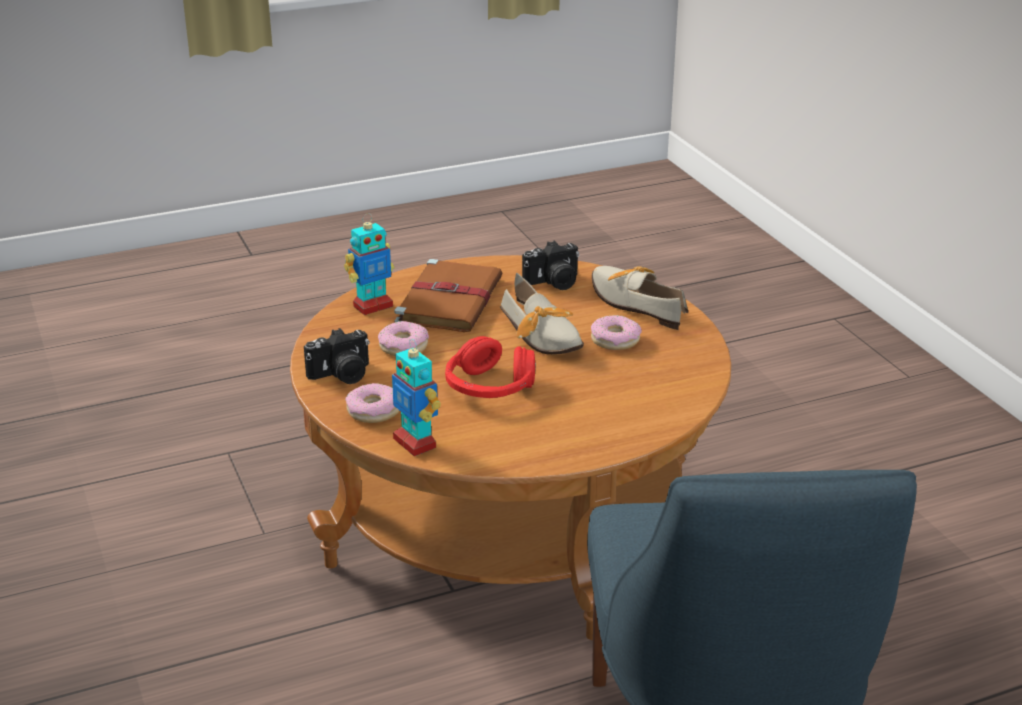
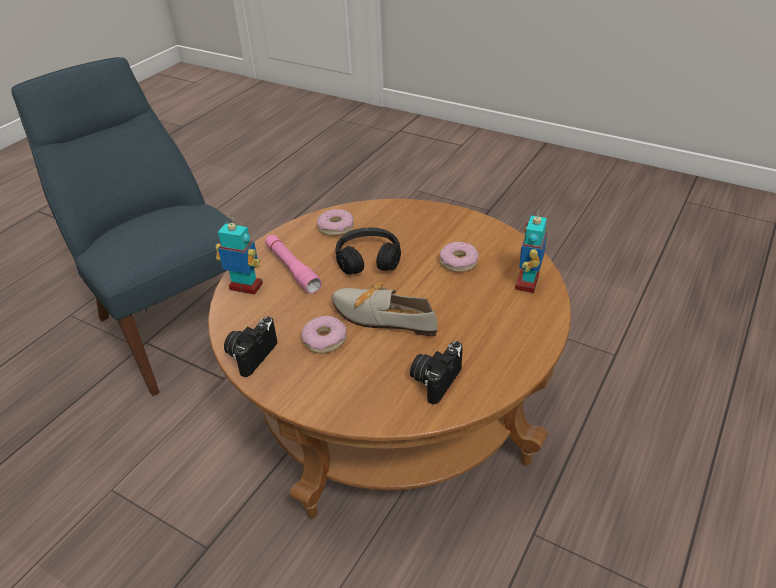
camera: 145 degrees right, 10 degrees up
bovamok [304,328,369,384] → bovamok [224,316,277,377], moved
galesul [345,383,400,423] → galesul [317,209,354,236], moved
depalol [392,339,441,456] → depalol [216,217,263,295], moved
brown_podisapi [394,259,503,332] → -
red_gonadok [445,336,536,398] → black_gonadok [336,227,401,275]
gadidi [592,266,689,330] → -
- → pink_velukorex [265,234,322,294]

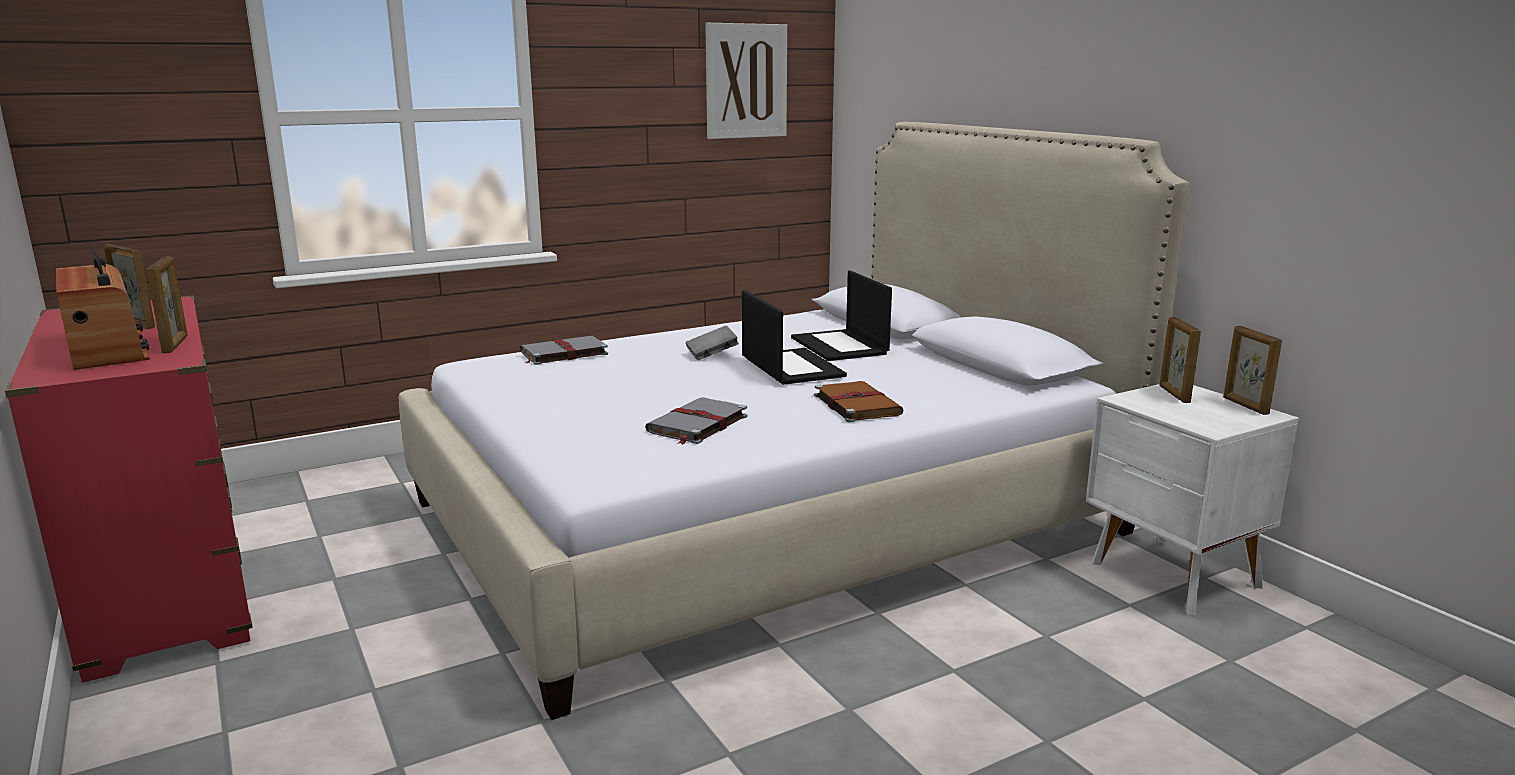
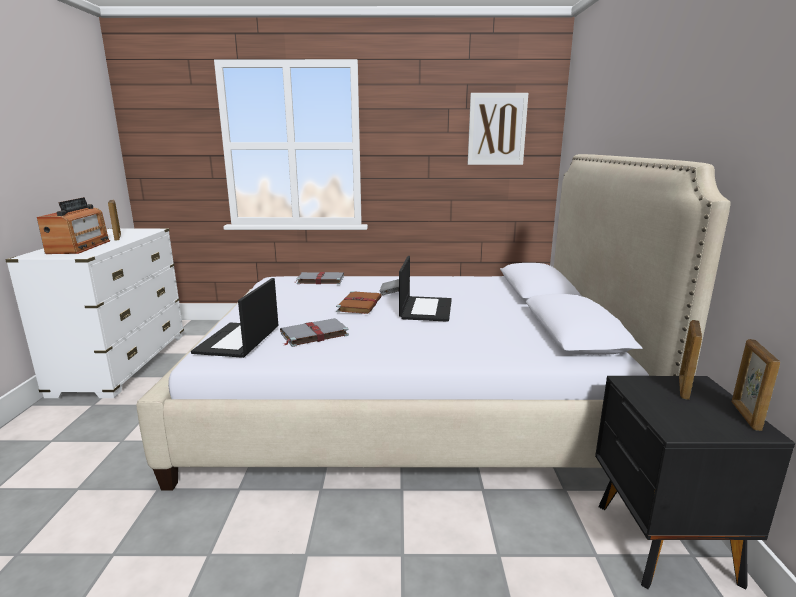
camera: 30 degrees right, 0 degrees up
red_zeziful [5,295,253,683] → white_zeziful [5,228,184,398]
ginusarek [147,257,188,353] → -
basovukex [791,271,892,361] → basovukex [191,278,278,358], moved
brown_podisapi [814,381,904,422] → brown_podisapi [336,291,382,314], moved
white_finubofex [1086,384,1299,616] → black_finubofex [595,376,795,589]

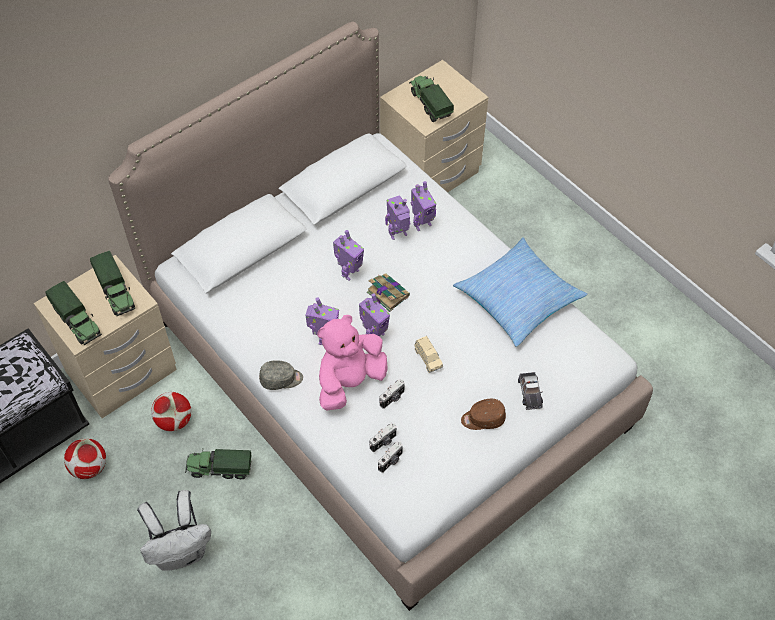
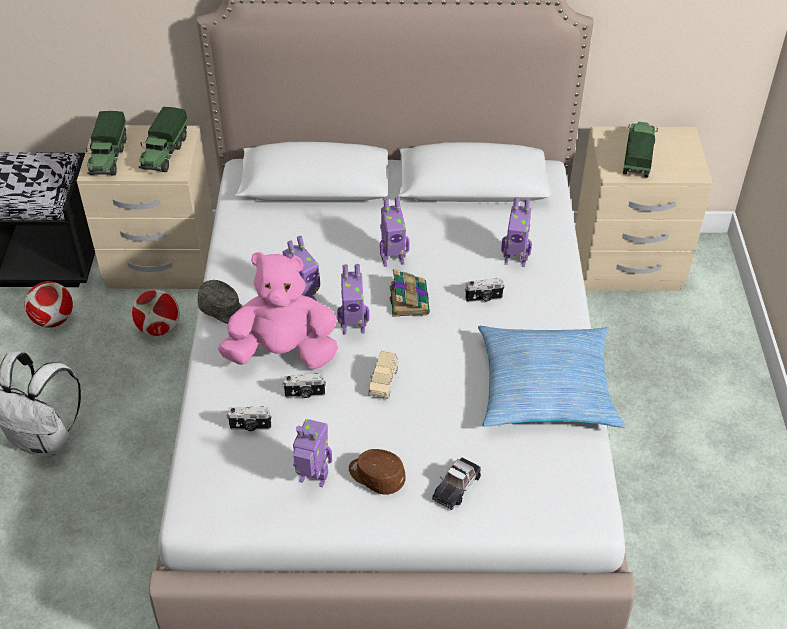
camera: 40 degrees right, 10 degrees down
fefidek [185,449,251,479] → -
bovamok [378,441,403,473] → bovamok [465,278,505,302], moved
depalol [385,196,410,240] → depalol [293,419,332,487], moved

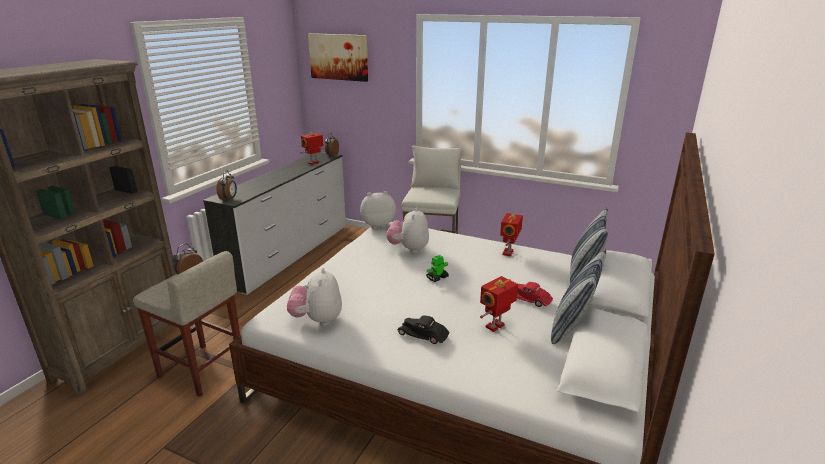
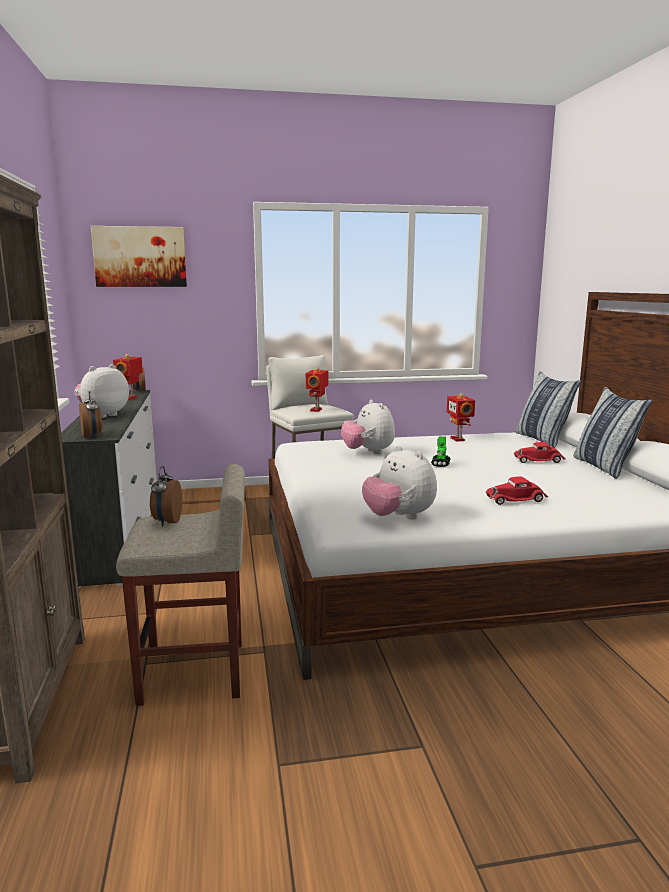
camera: 35 degrees left, 10 degrees down
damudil [360,191,396,229] → damudil [74,364,129,418], moved
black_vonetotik [397,315,450,344] → red_vonetotik [485,476,548,505]
depalol [480,276,518,332] → depalol [306,367,328,412], moved

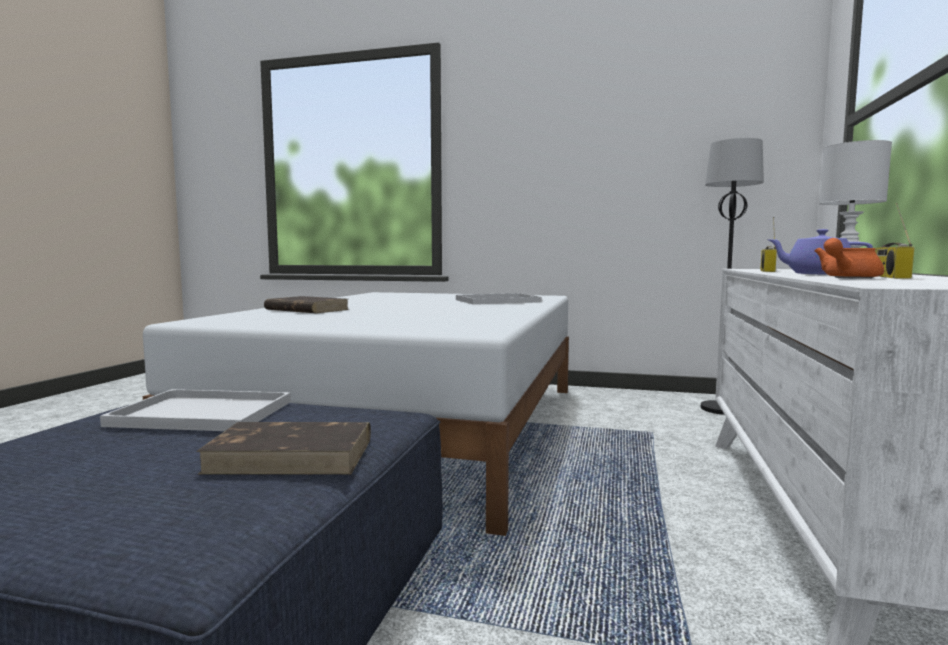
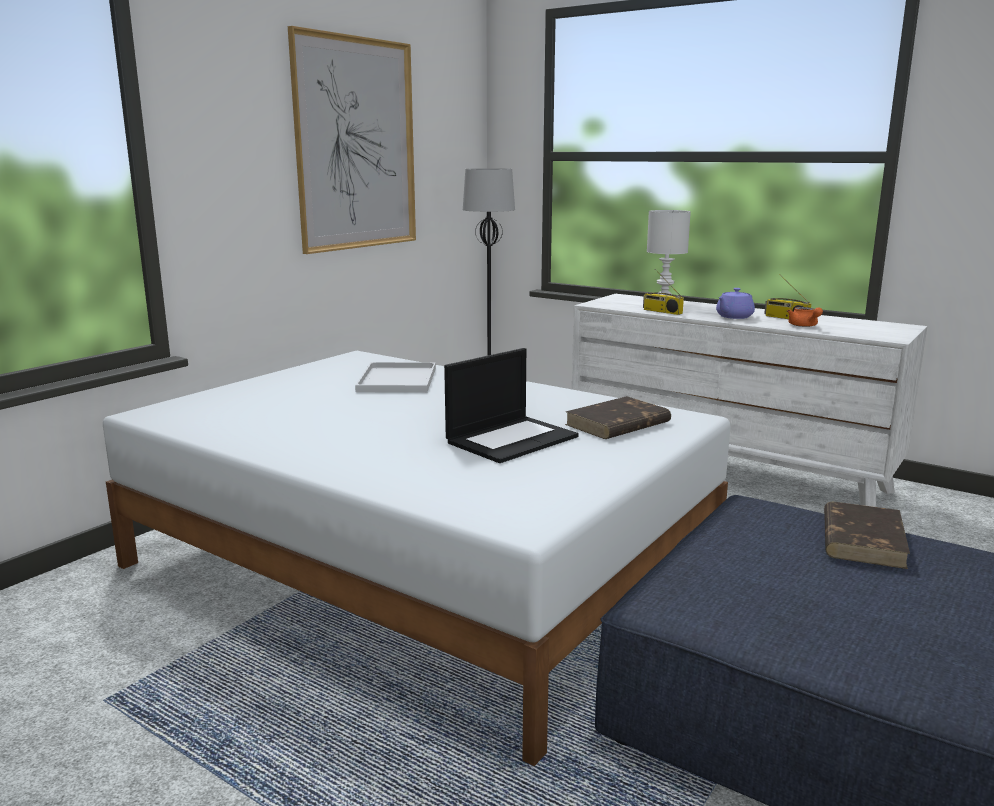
camera: 70 degrees left, 10 degrees up
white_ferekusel [100,389,291,431] → -
brown_podisapi [264,296,349,313] → brown_podisapi [565,396,671,439], moved
- → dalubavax [288,26,416,254]
- → basovukex [444,348,579,463]

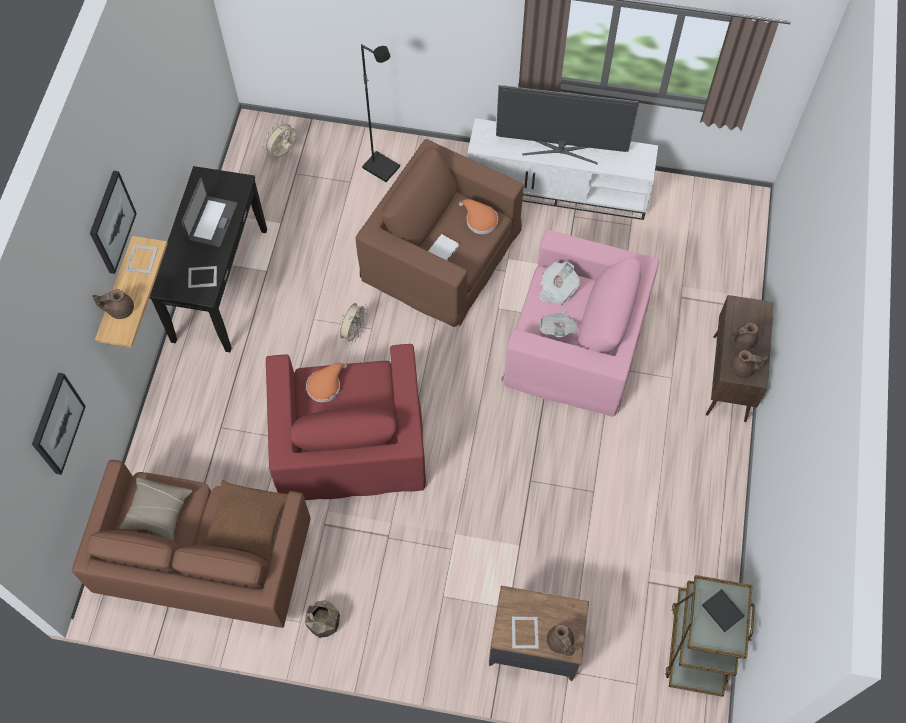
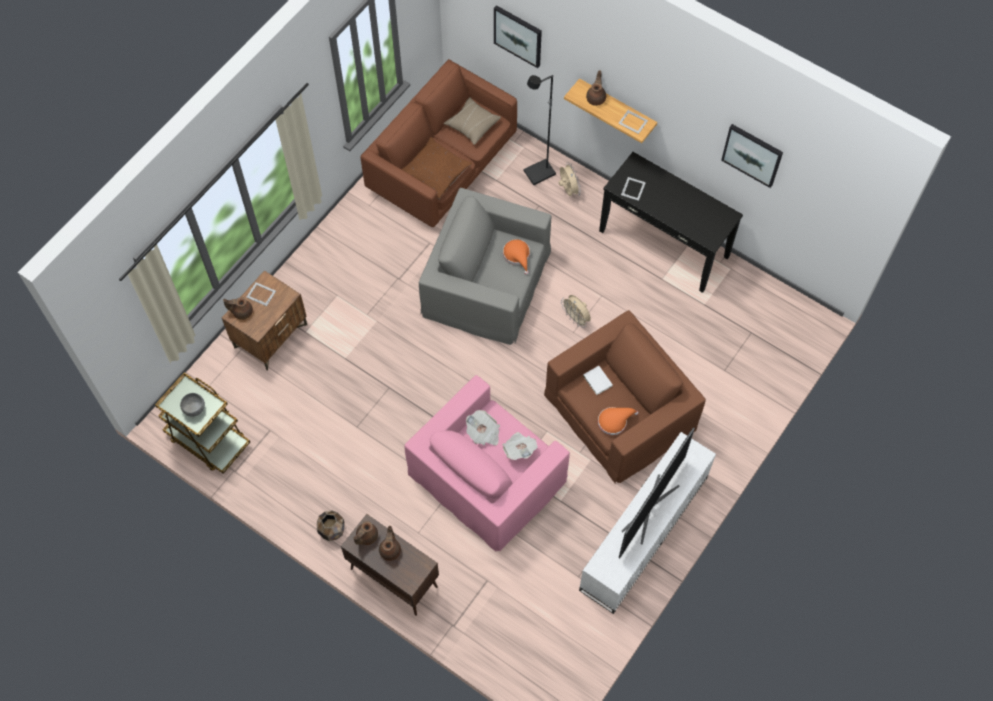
camera: 115 degrees right, 0 degrees up
dalubavax [90,171,137,274] → dalubavax [721,124,783,188], moved
basovukex [181,178,238,247] → -
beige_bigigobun [262,121,297,158] → beige_bigigobun [559,162,581,196], moved
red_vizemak [266,344,427,500] → grey_vizemak [419,188,551,345]
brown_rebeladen [305,600,340,638] → brown_rebeladen [317,510,344,541], moved
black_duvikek [361,44,400,182] → black_duvikek [524,75,556,185], moved
black_podisapi [702,589,744,632] → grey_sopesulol [180,393,205,417]

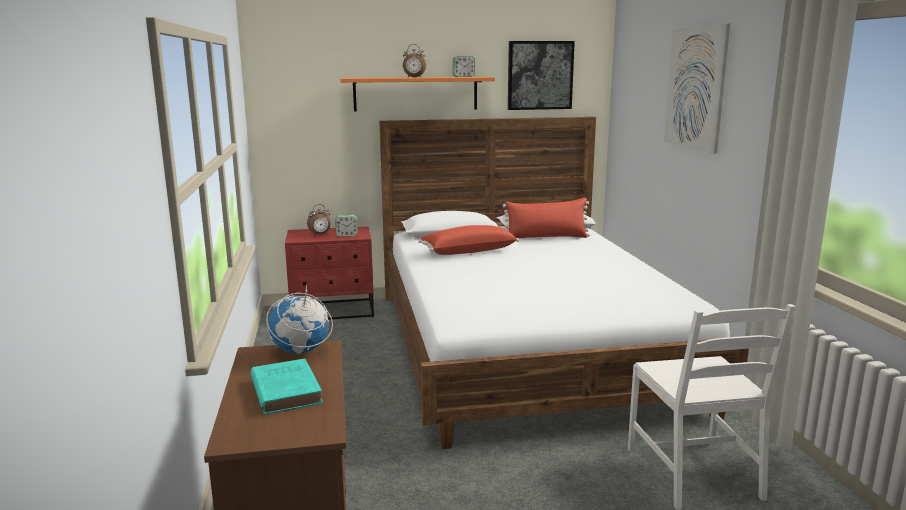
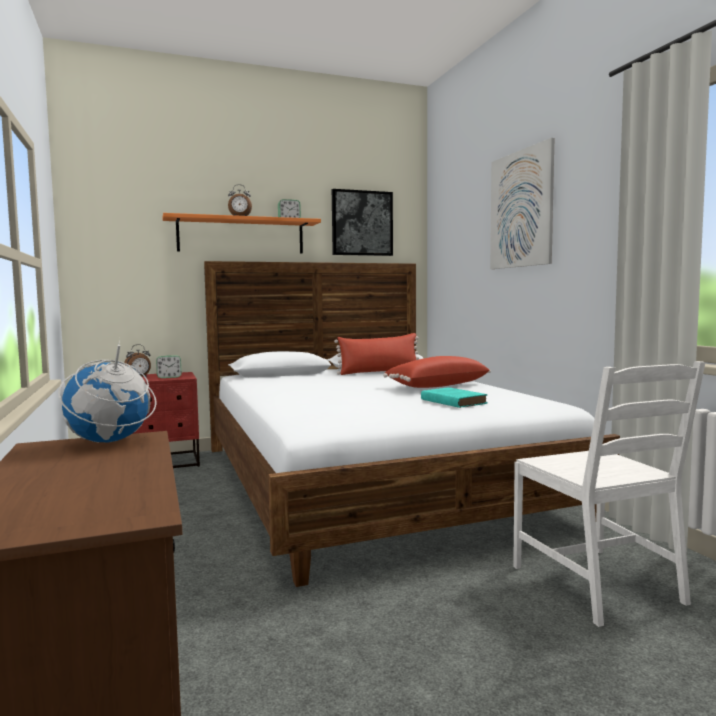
camera: 10 degrees left, 10 degrees down
turquoise_podisapi [251,359,323,415] → turquoise_podisapi [421,387,488,408], moved
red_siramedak [418,225,519,255] → red_siramedak [383,356,491,388], moved

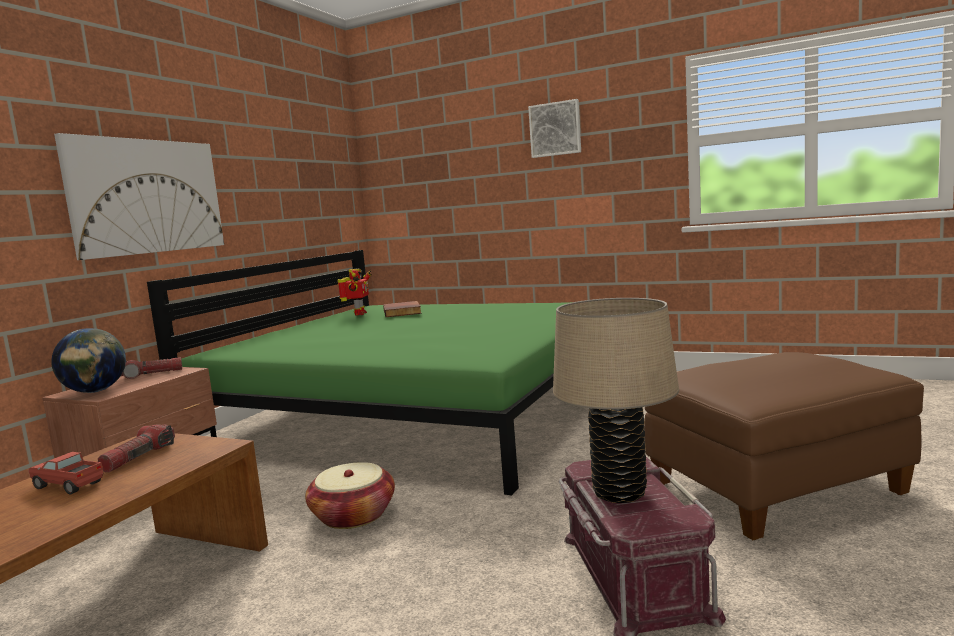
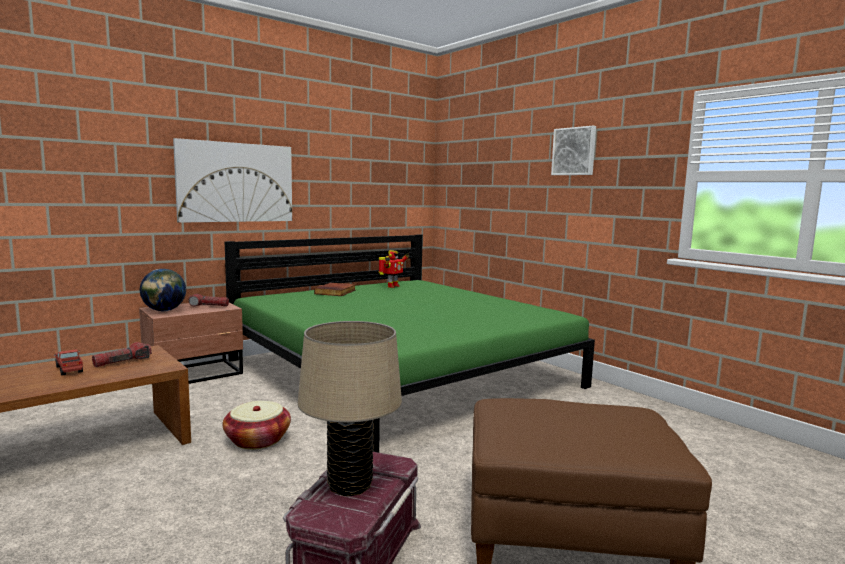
camera: 25 degrees right, 0 degrees up
podisapi [383,301,422,317] → podisapi [314,283,356,296], moved

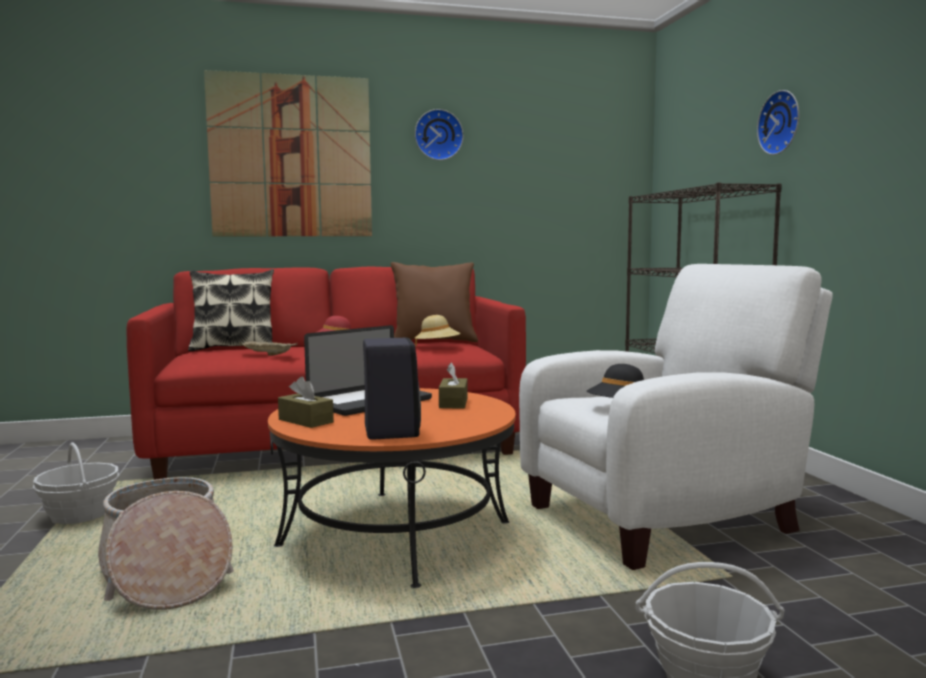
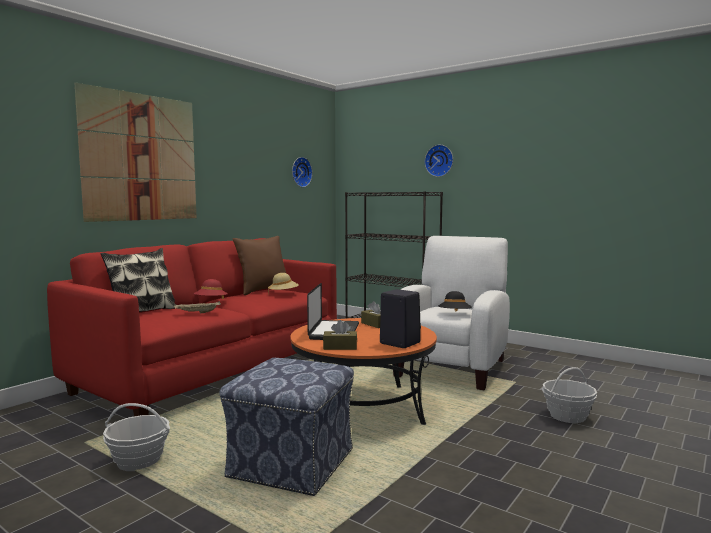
camera: 40 degrees left, 0 degrees up
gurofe [98,477,234,610] → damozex [220,358,354,496]
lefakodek [415,109,463,160] → lefakodek [292,157,313,187], moved

